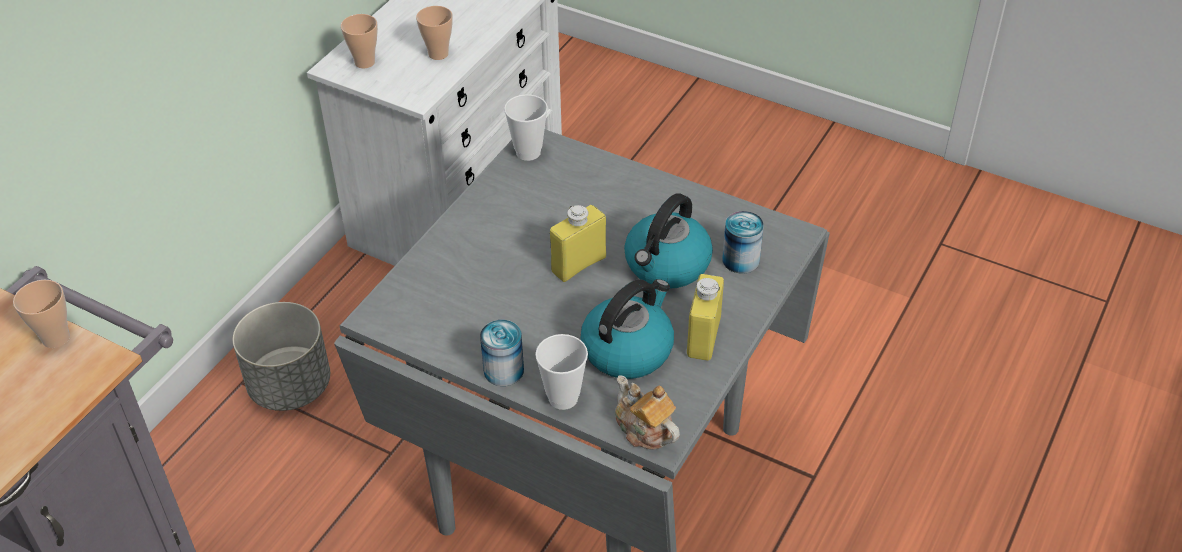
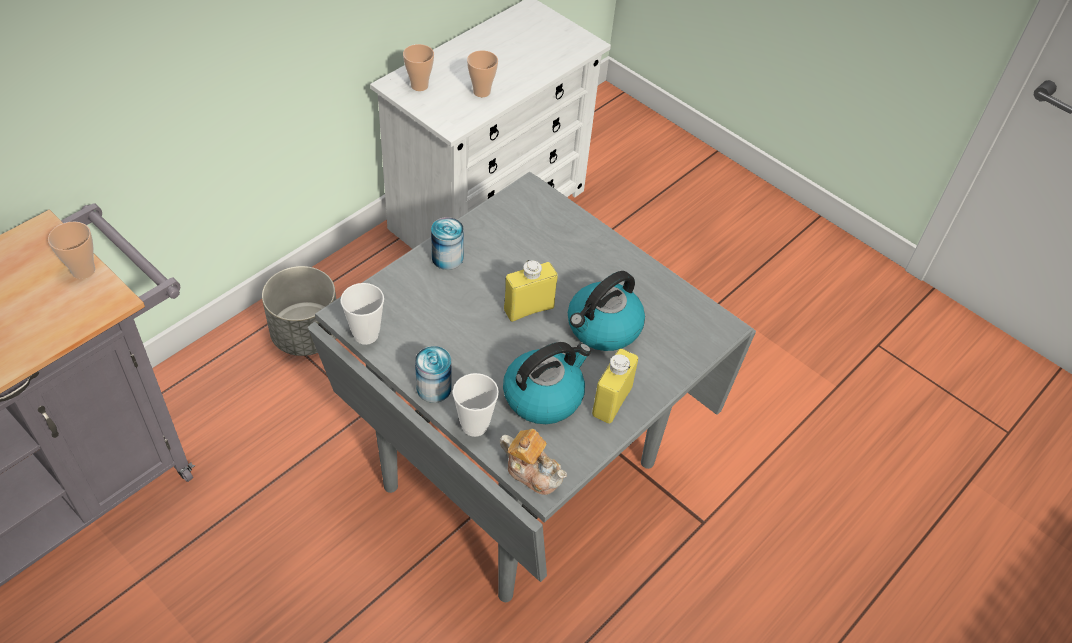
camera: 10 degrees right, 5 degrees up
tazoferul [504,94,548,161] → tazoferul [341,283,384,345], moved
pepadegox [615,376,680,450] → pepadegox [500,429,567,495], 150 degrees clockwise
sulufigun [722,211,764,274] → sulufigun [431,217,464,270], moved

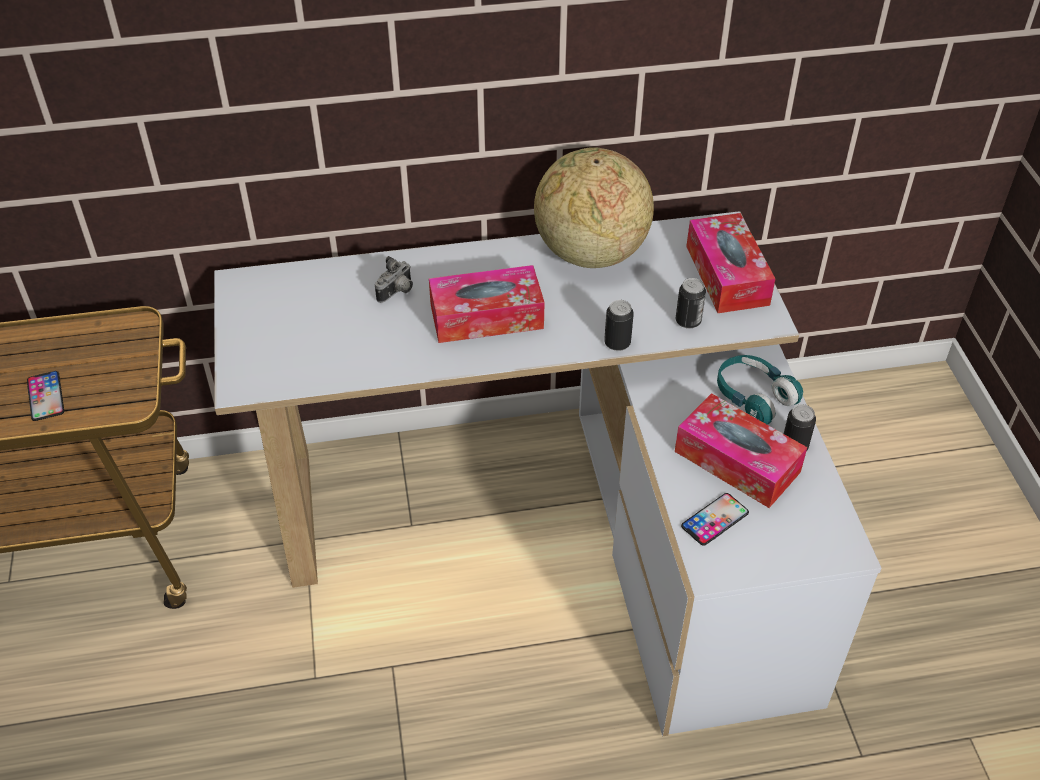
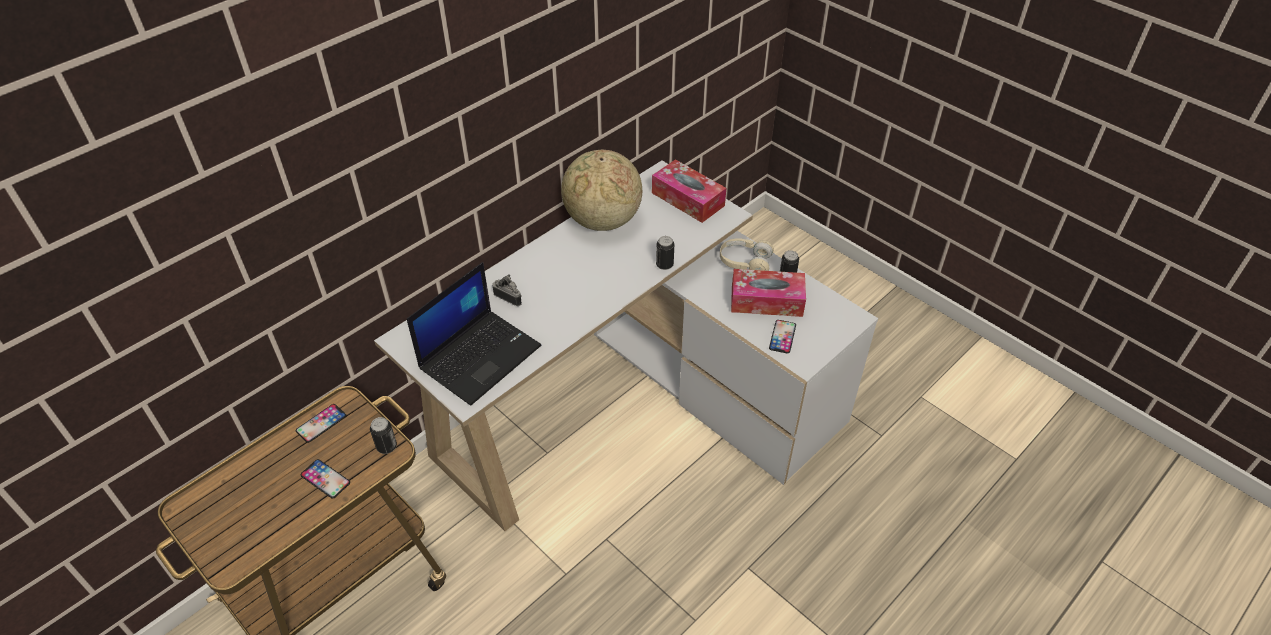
camera: 35 degrees left, 0 degrees up
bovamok [375,256,413,303] → bovamok [492,274,522,306], 60 degrees counterclockwise
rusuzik [429,265,544,343] → -
sulufigun [676,278,706,329] → sulufigun [370,417,397,454], moved
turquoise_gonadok [717,355,803,425] → beige_gonadok [720,238,774,271]
- → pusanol [296,404,346,443]
- → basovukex [407,262,541,406]

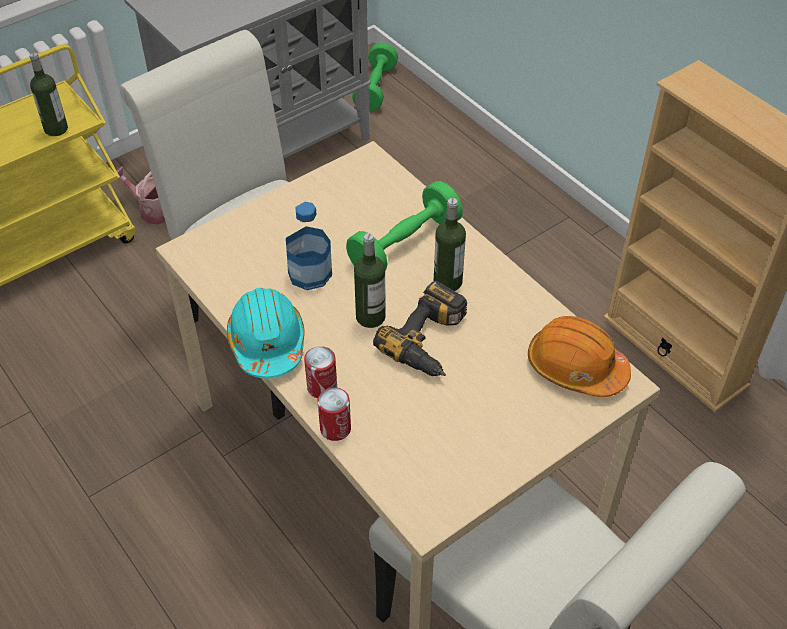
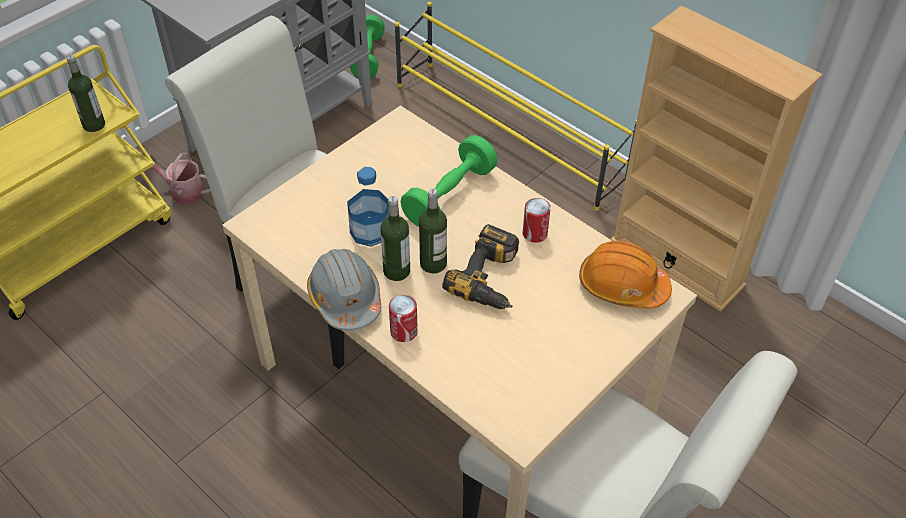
camera: 10 degrees left, 0 degrees up
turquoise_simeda [227,288,305,379] → grey_simeda [307,249,381,331]
sulufigun [318,387,351,441] → sulufigun [523,198,551,243], moved
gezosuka [434,198,466,291] → gezosuka [380,196,410,281], moved
- → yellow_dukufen [395,2,637,211]

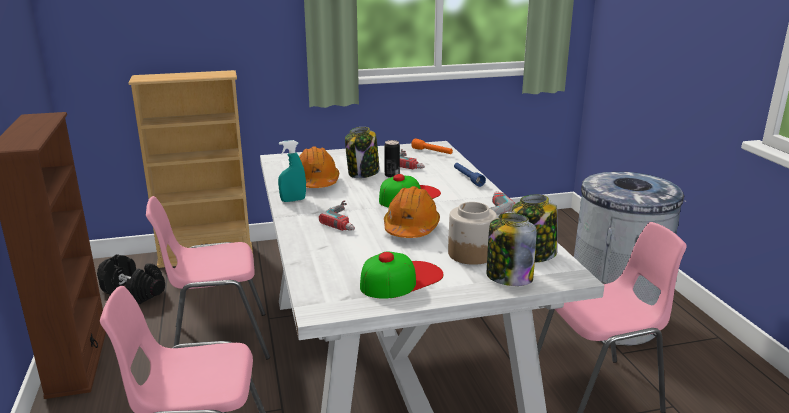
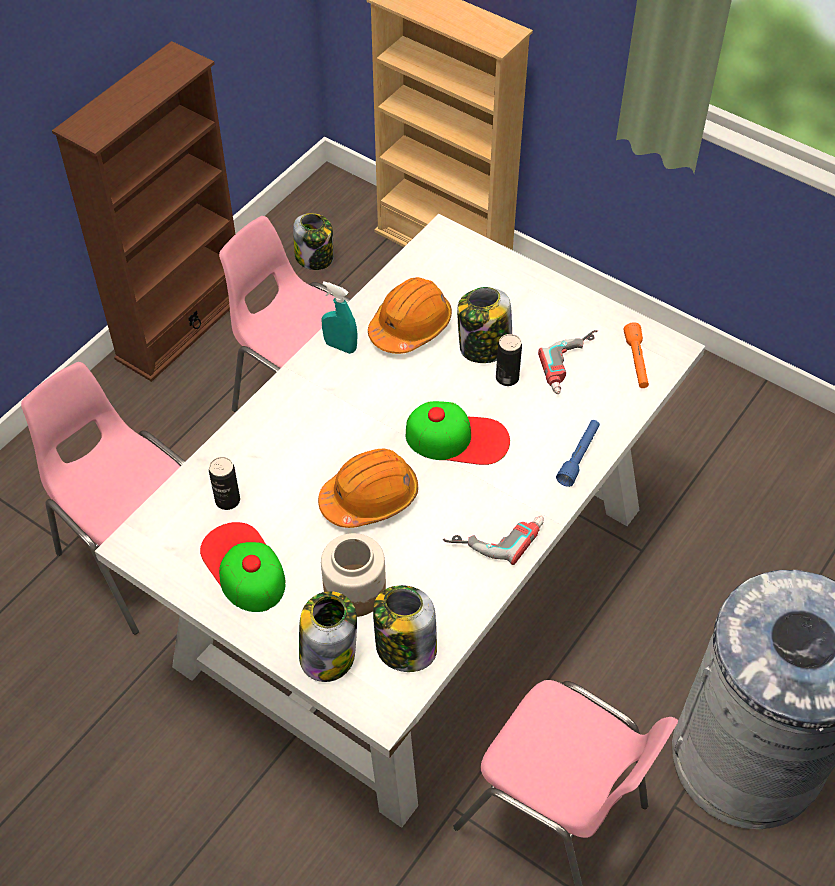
camera: 50 degrees right, 30 degrees up
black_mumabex [97,254,165,304] → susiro [293,213,334,270]
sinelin [319,201,355,231] → -
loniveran [360,252,444,299] → loniveran [200,522,286,612], 135 degrees counterclockwise
- → sulufigun [209,457,240,510]

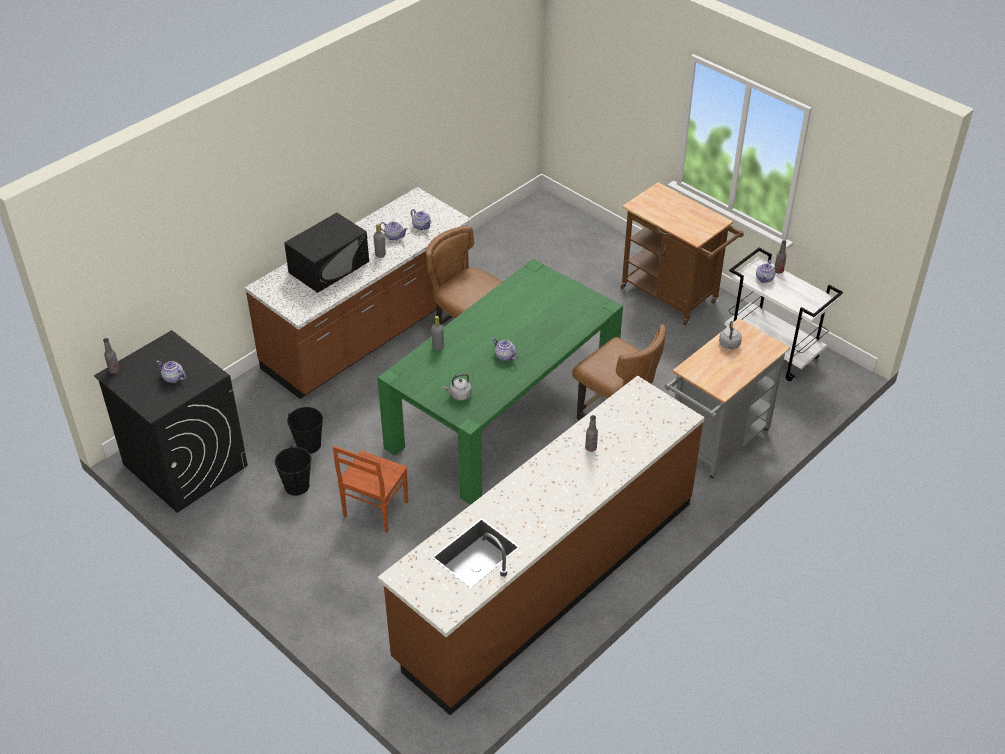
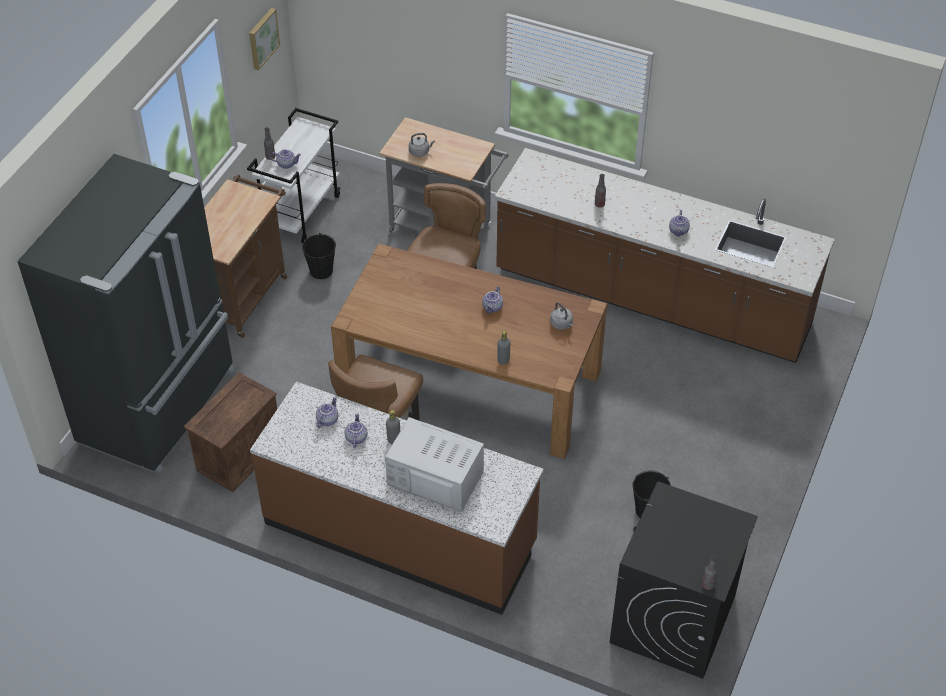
camera: 110 degrees left, 5 degrees up
pepadegox [157,360,186,383] → pepadegox [669,210,690,237], moved
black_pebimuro [284,213,369,293] → white_pebimuro [385,417,484,512]
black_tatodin [287,407,323,454] → black_tatodin [302,233,336,279], moved
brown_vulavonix [333,446,408,533] → -
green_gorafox [377,259,623,505] → brown_gorafox [331,243,607,459]
- → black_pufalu [17,154,236,475]
- → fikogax [184,372,277,492]
- → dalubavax [249,8,280,70]

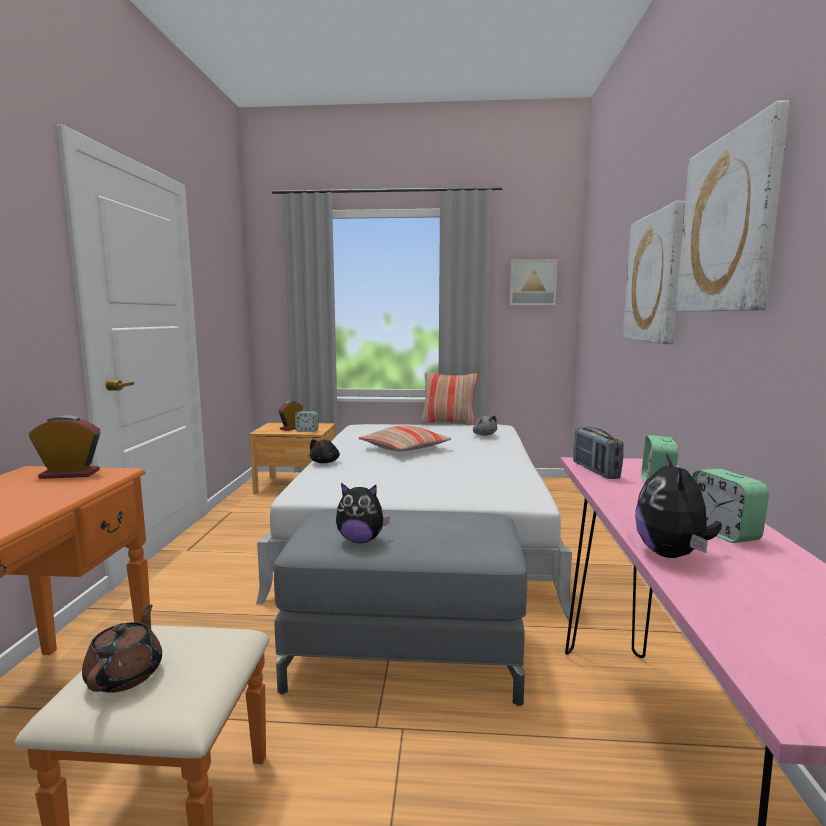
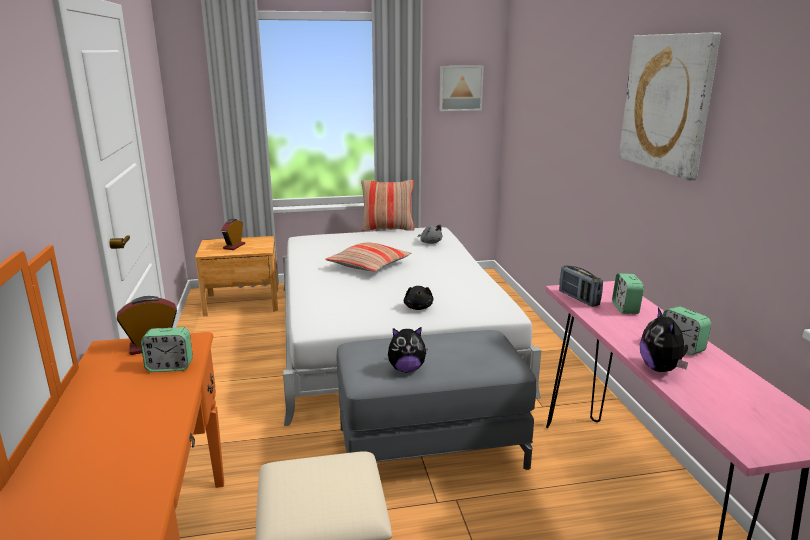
camera: 15 degrees left, 10 degrees up
brown_pepadegox [82,605,162,693] → -
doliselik [295,411,318,432] → doliselik [141,327,193,372], moved
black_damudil [310,439,340,463] → black_damudil [404,286,433,310], moved
dalubavax [623,201,685,344] → -

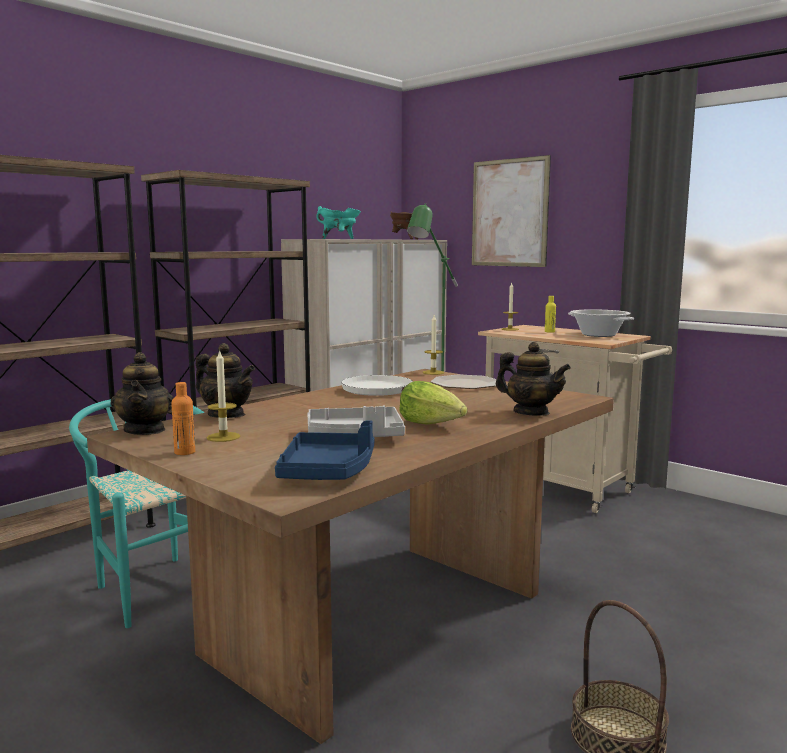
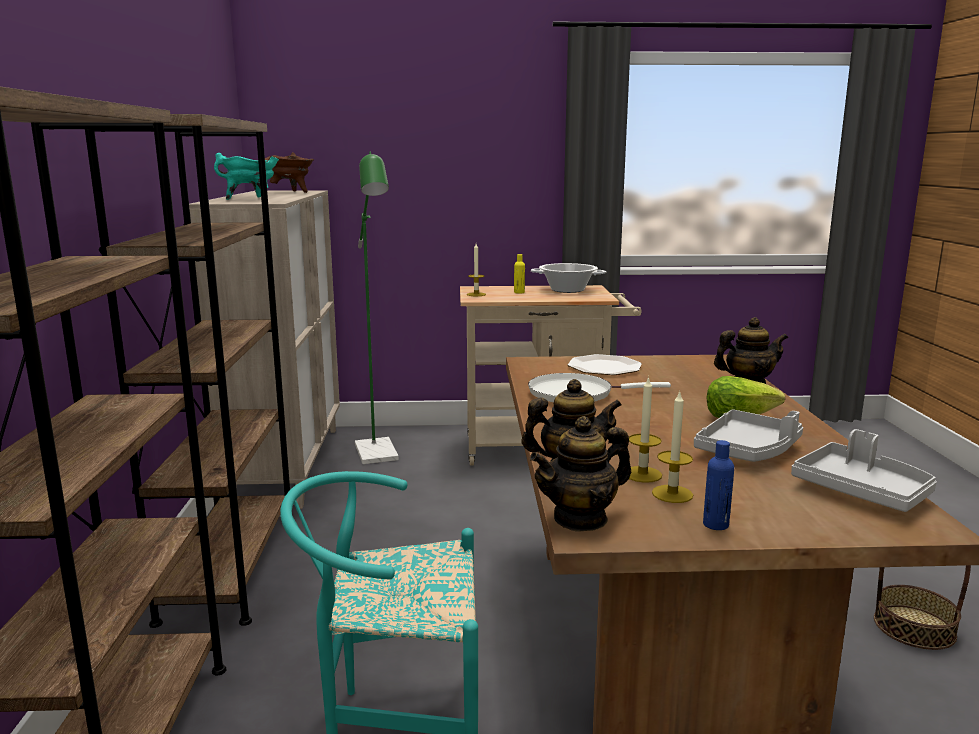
camera: 45 degrees left, 5 degrees up
pepadegox [111,352,173,435] → pepadegox [530,416,631,532], 120 degrees clockwise
orange_gezosuka [171,382,195,455] → blue_gezosuka [703,440,734,530]
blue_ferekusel [275,420,375,480] → grey_ferekusel [791,429,937,512]
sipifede [423,315,444,375] → sipifede [629,376,662,483], moved
dalubavax [472,155,551,267] → -

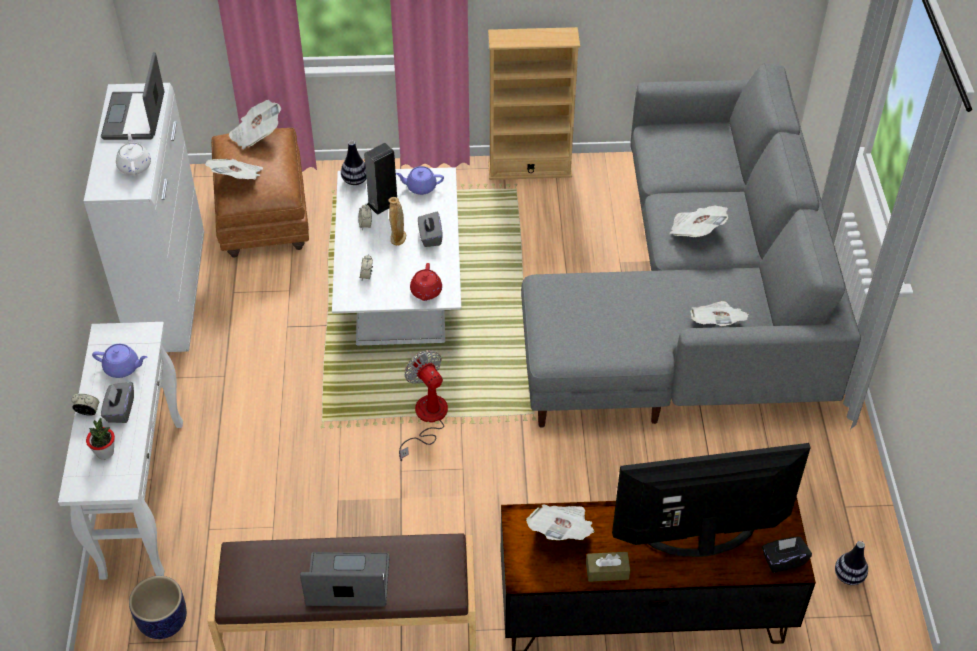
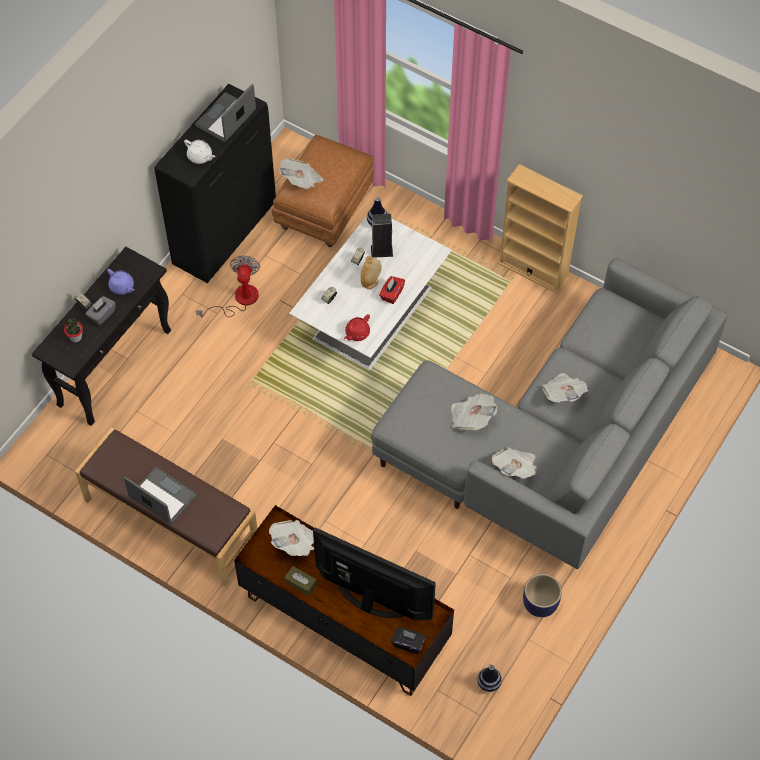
camera: 35 degrees right, 10 degrees up
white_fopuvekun [58,322,183,580] → black_fopuvekun [32,247,171,426]
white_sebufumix [84,83,204,352] → black_sebufumix [154,84,276,283]
white_pepadegox [116,132,151,175] → white_pepadegox [184,140,215,164], 105 degrees clockwise
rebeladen [129,576,187,639] → rebeladen [523,573,562,617], moved
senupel [229,100,281,150] → senupel [451,393,497,430], moved
purple_pepadegox [396,166,444,195] → -
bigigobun [399,350,448,461] → bigigobun [196,255,260,318], moved
grey_rusuzik [418,212,443,247] → red_rusuzik [379,276,405,304]

